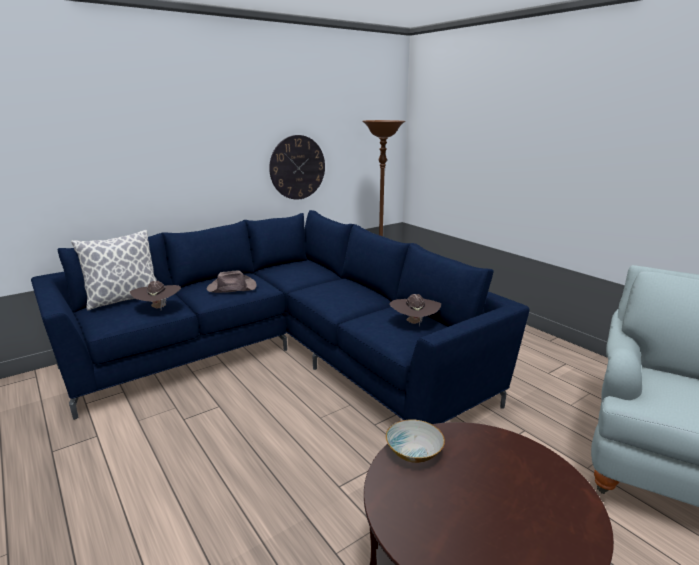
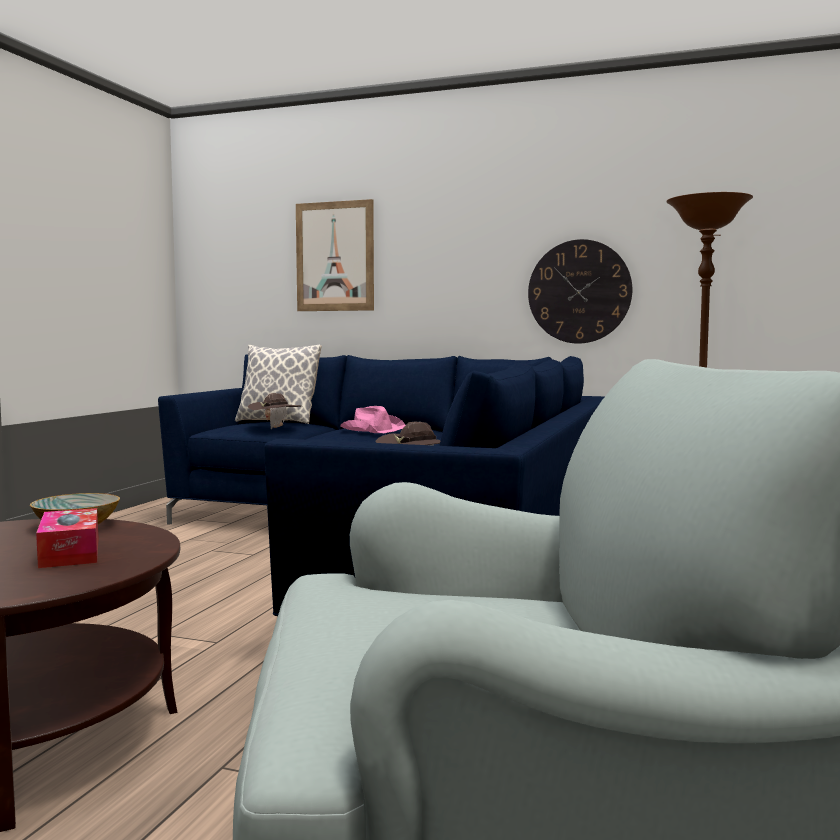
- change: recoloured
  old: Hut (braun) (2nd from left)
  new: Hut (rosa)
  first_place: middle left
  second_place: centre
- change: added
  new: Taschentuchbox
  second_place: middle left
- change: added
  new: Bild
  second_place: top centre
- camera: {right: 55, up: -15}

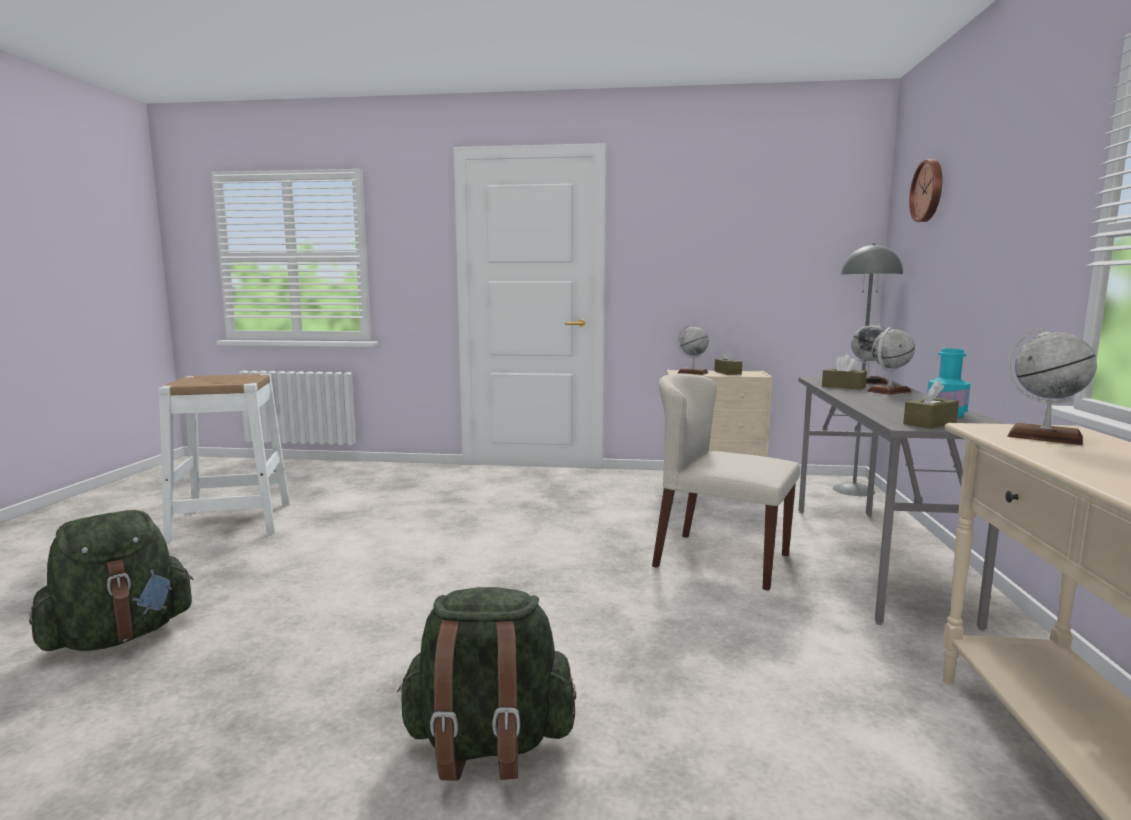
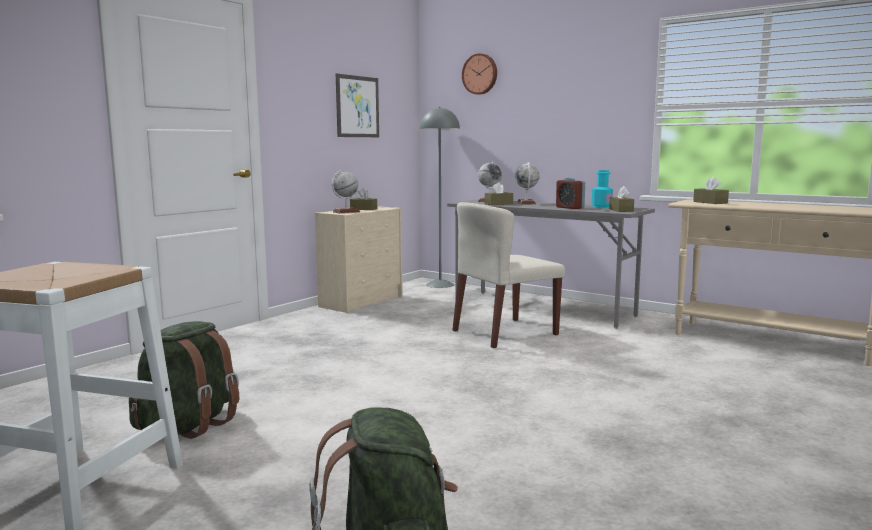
- change: moved
  old: Rucksack (grün) (2nd from left in the first image)
  new: Rucksack (grün) (1st from left)
  first_place: bottom centre
  second_place: bottom left
- change: replaced
  old: Globus (4th from left)
  new: Taschentuchbox (braun) (4th from left)
  first_place: middle right
  second_place: middle right
- change: added
  new: Bild
  second_place: top centre
- change: added
  new: Wecker
  second_place: centre
- camera: {right: -60, up: 0}

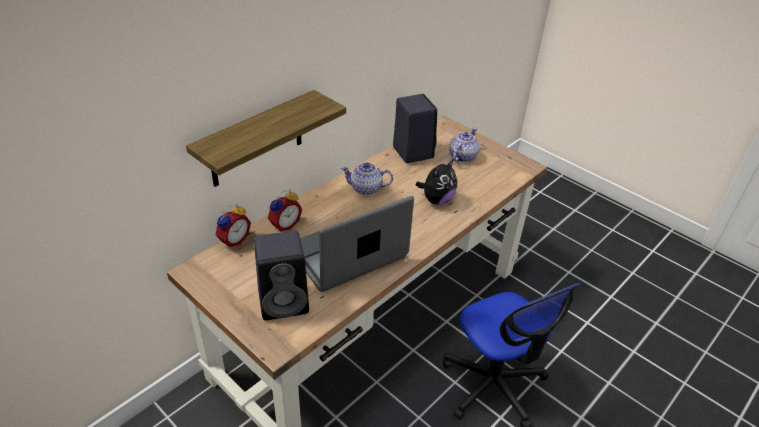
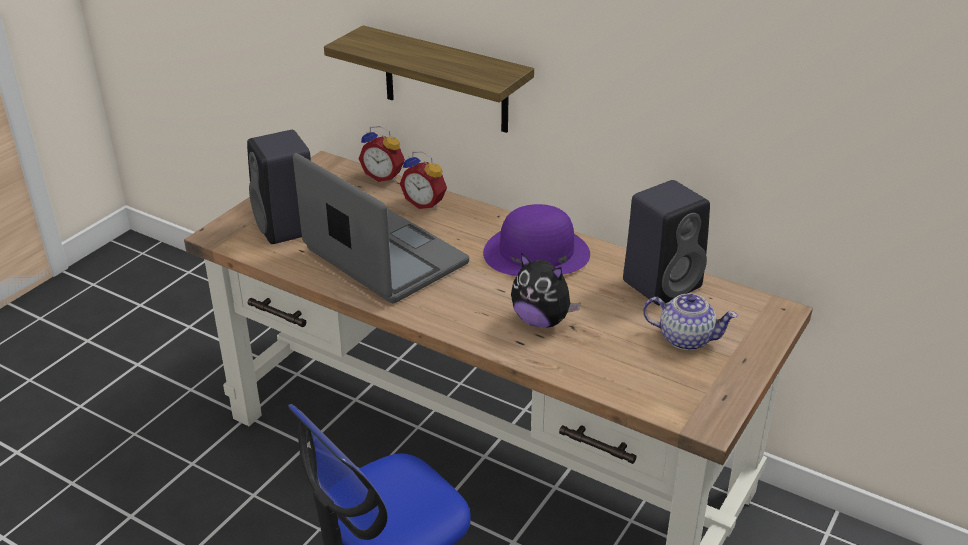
- change: replaced
  old: Teekanne (1st from left)
  new: Hut (lila)
  first_place: centre
  second_place: centre
- camera: {right: 80, up: -5}

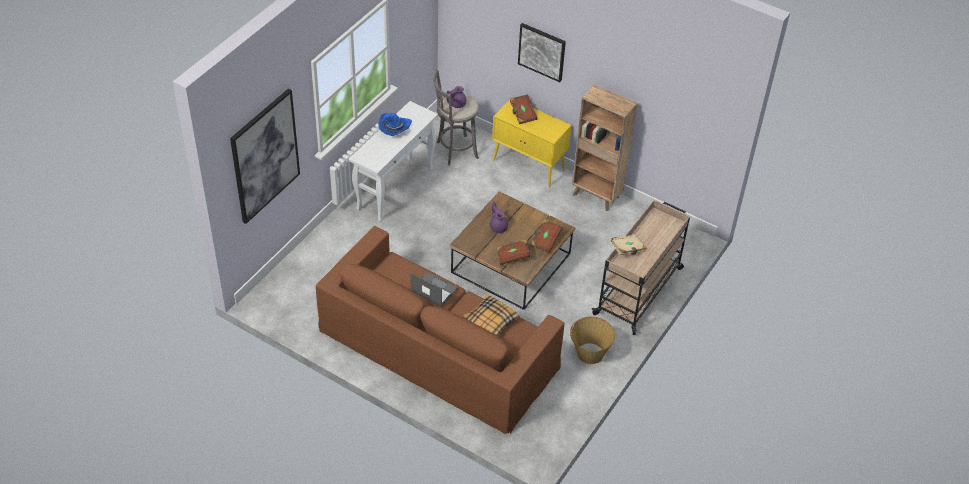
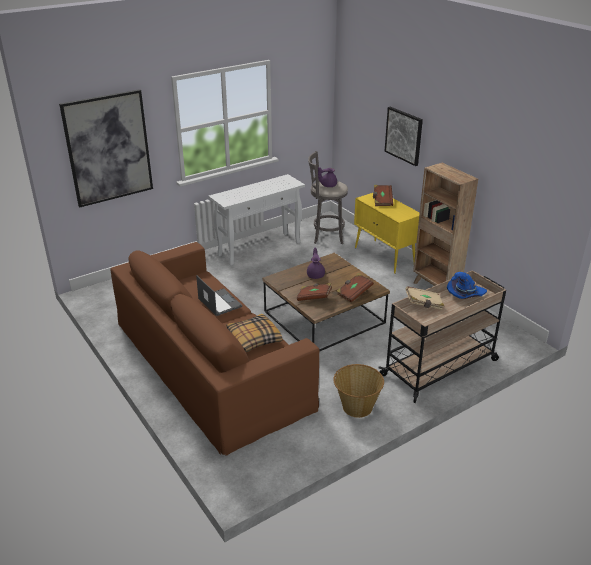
- change: moved
  old: Hut (blau)
  first_place: top centre
  second_place: middle right
- camera: {right: 25, up: -15}

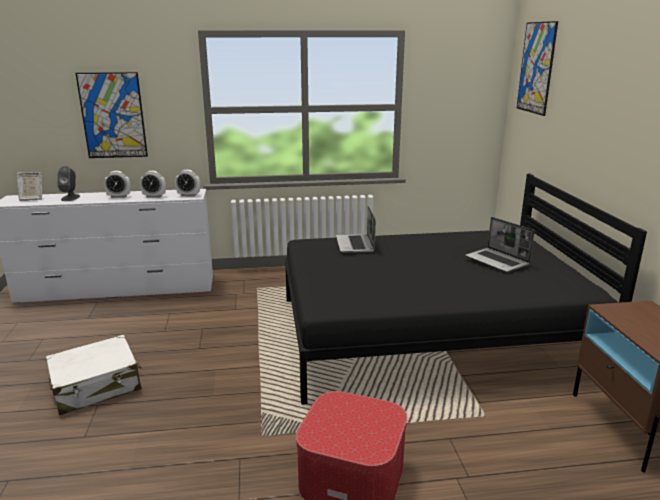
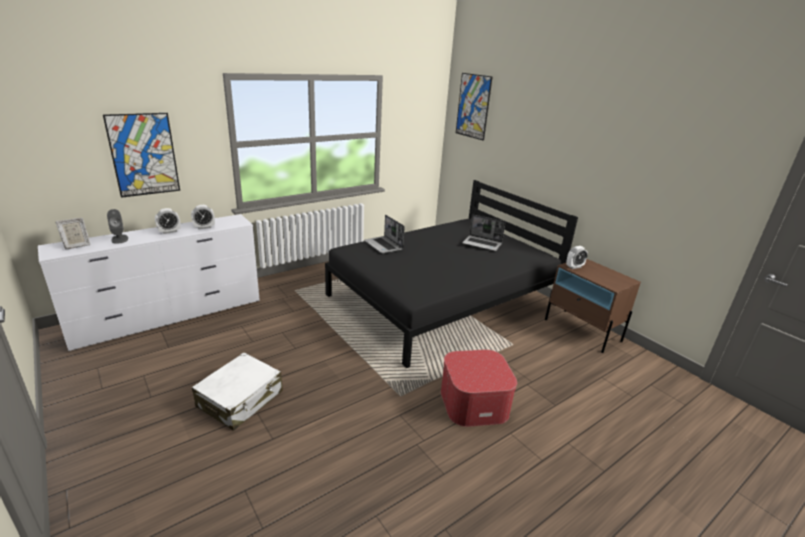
- change: moved
  old: Wecker (3rd from left)
  first_place: middle left
  second_place: middle right
- camera: {right: -30, up: 5}

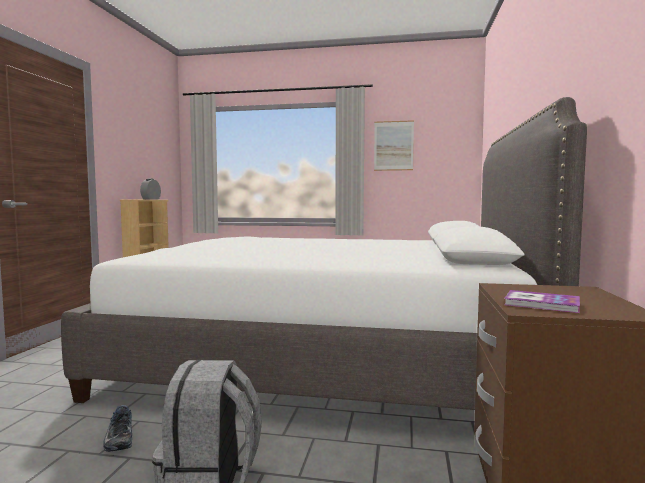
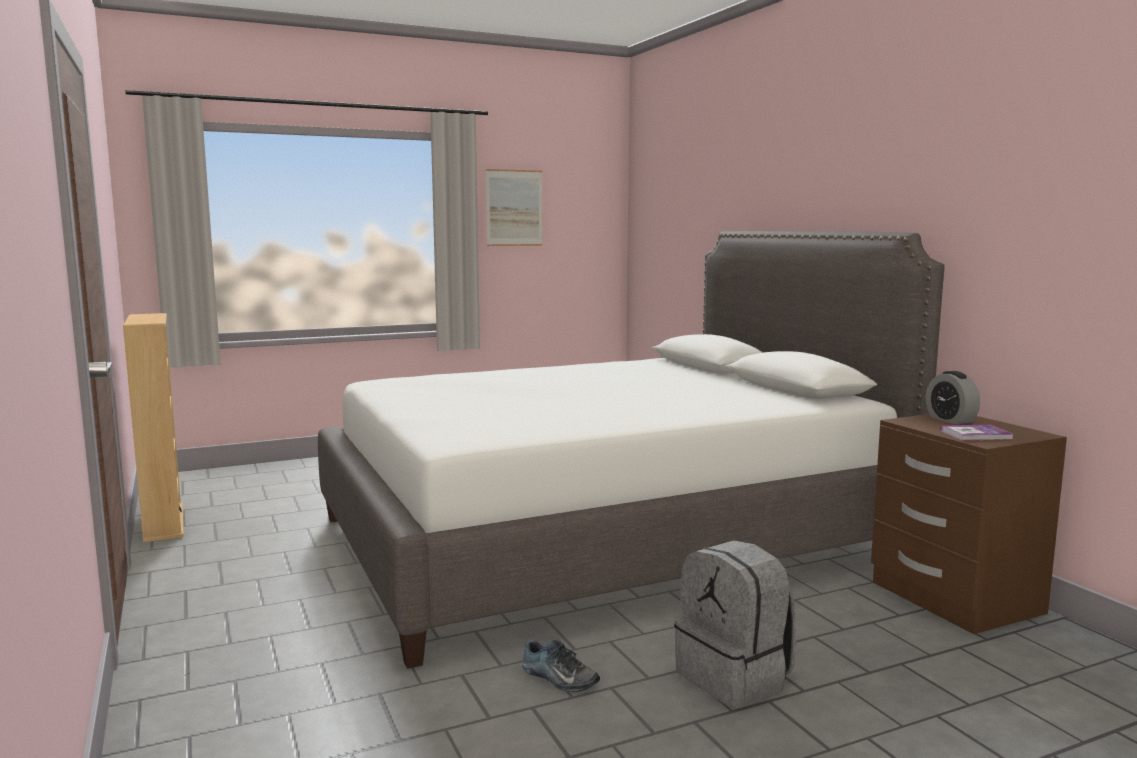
- change: moved
  old: Wecker
  first_place: middle left
  second_place: middle right
- camera: {right: -35, up: 5}

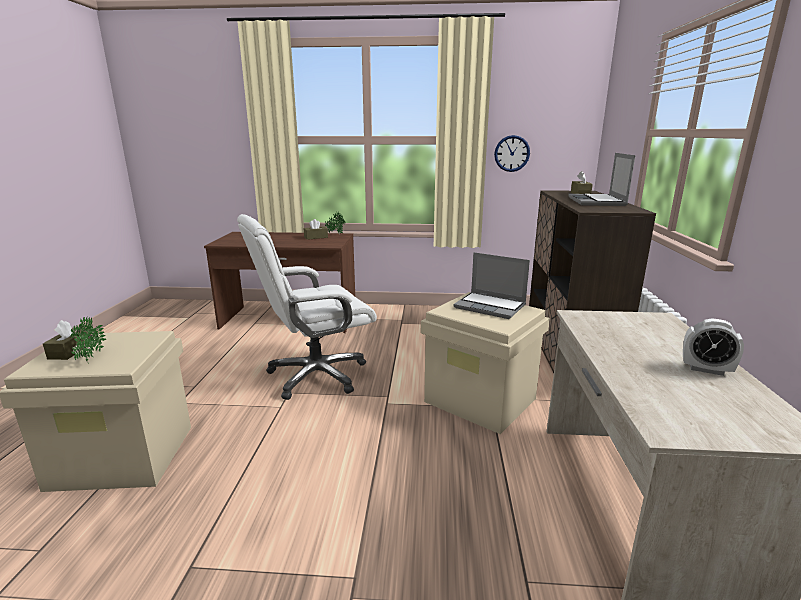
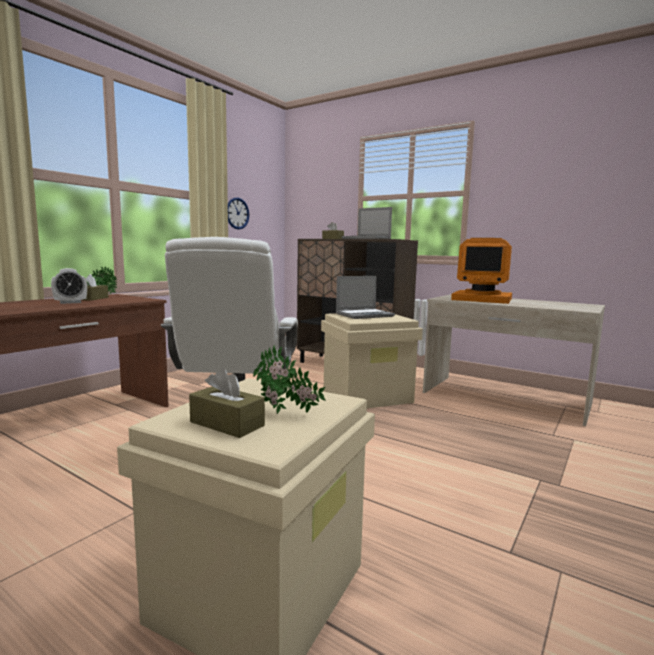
- change: moved
  old: Wecker
  first_place: middle right
  second_place: middle left
- change: added
  new: Monitor
  second_place: middle right
- camera: {right: -60, up: -10}

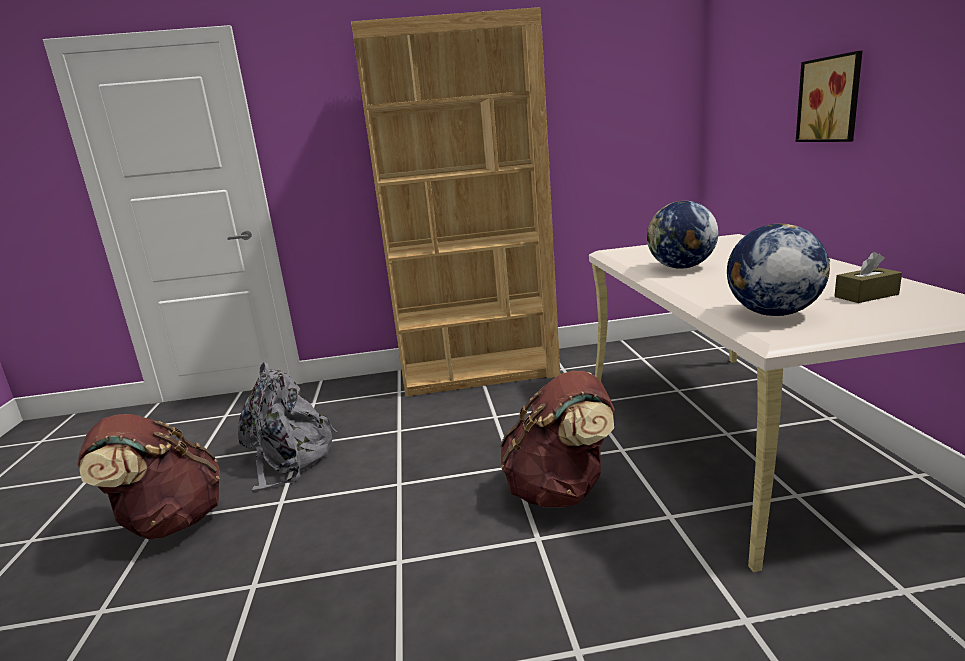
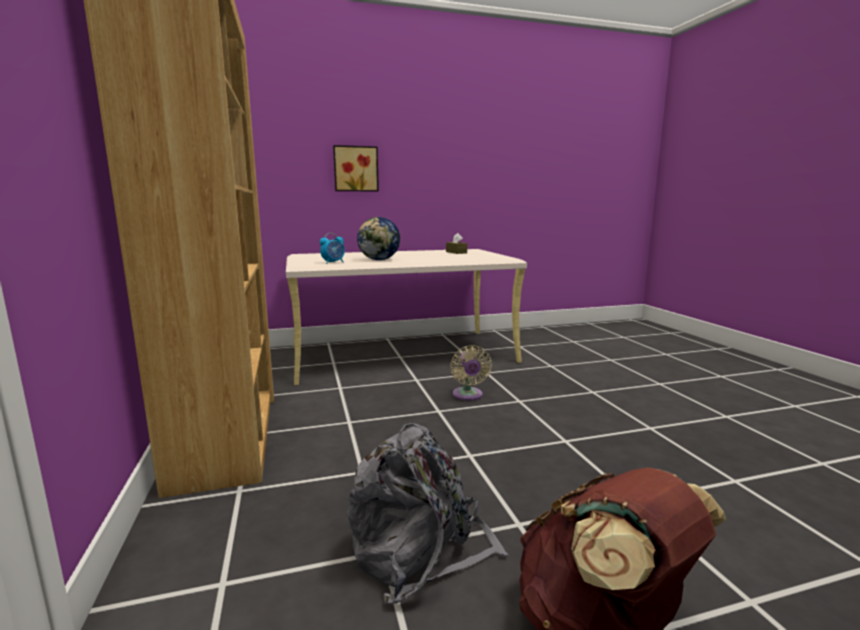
- change: replaced
  old: Rucksack (braun) (2nd from left)
  new: Ventilator (beige)
  first_place: centre
  second_place: centre
- change: removed
  old: Globus (2nd from left)
  first_place: middle right
- change: added
  new: Wecker
  second_place: centre
- camera: {right: -100, up: -5}

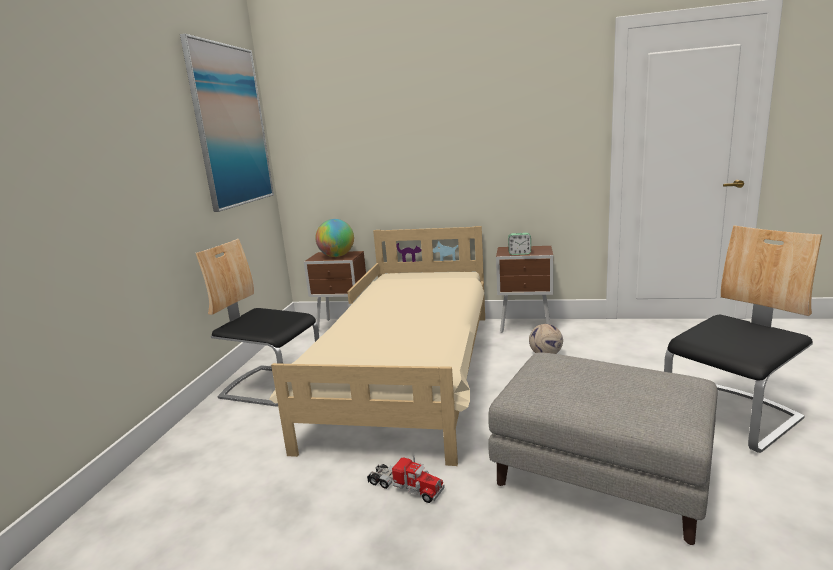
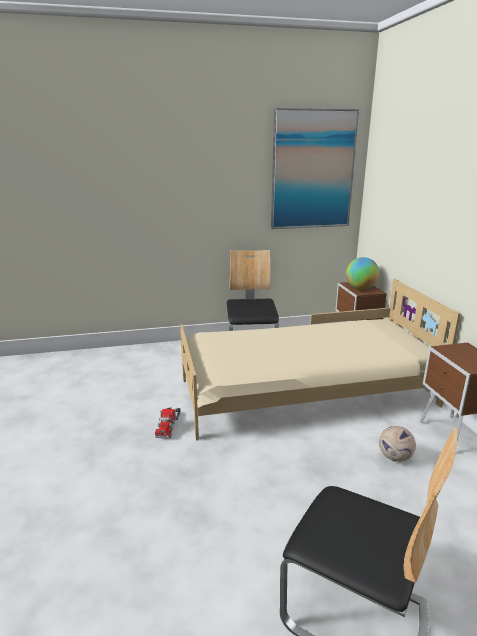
- change: removed
  old: Polsterhocker (grau)
  first_place: bottom right
- change: removed
  old: Wecker
  first_place: centre
- camera: {right: 65, up: 5}

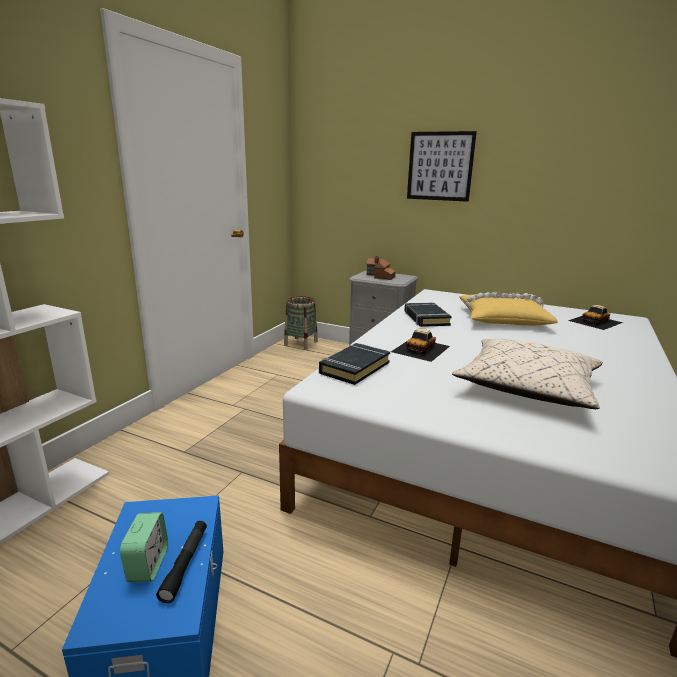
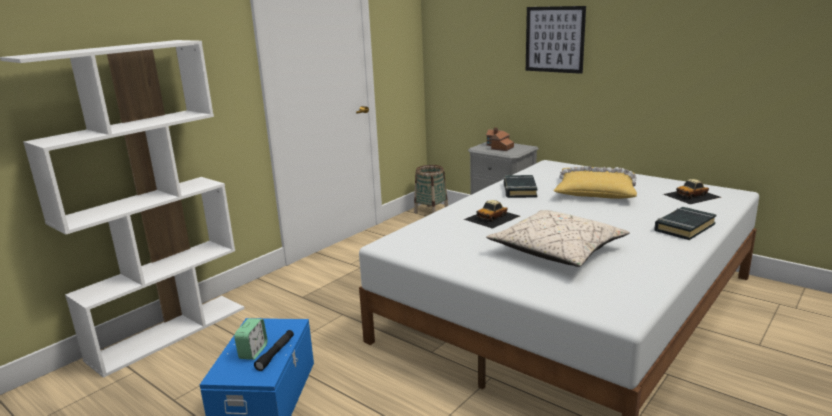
- change: moved
  old: Buch (schwarz) (1st from left in the first image)
  new: Buch (schwarz) (2nd from left)
  first_place: centre
  second_place: middle right
- camera: {right: 15, up: 0}

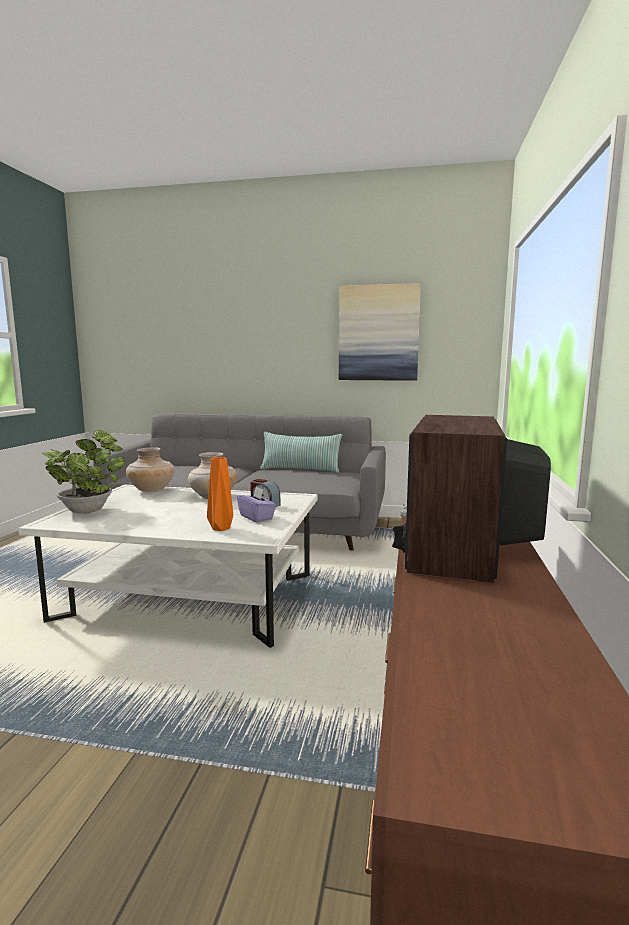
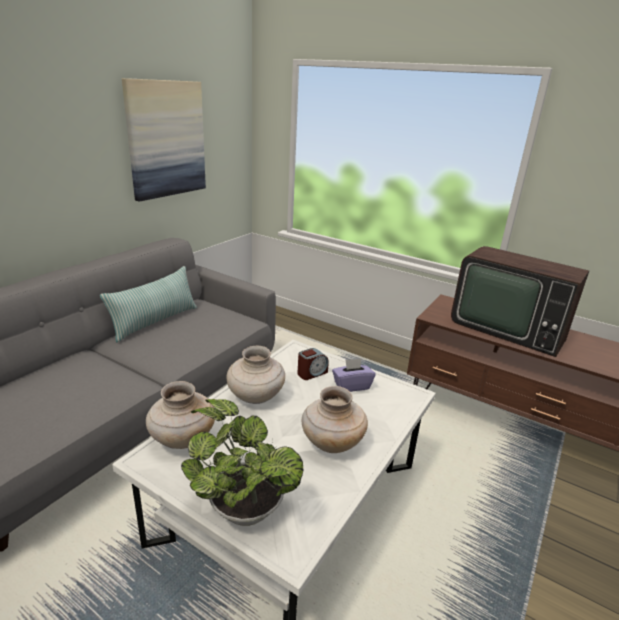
- change: removed
  old: Vase (orange)
  first_place: centre
- change: added
  new: Vase (beige) (3rd from left)
  second_place: bottom centre
- camera: {right: -70, up: 15}

